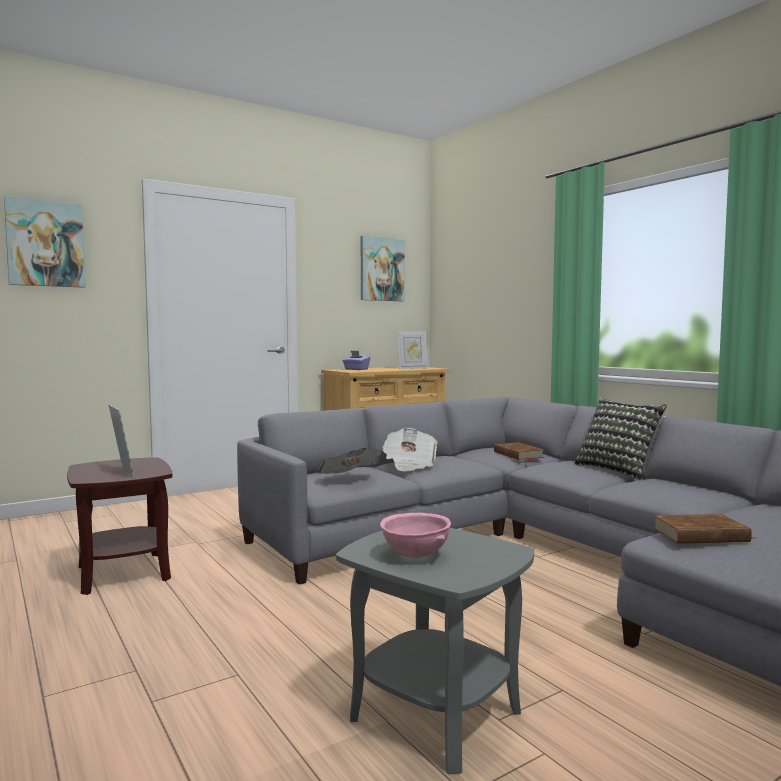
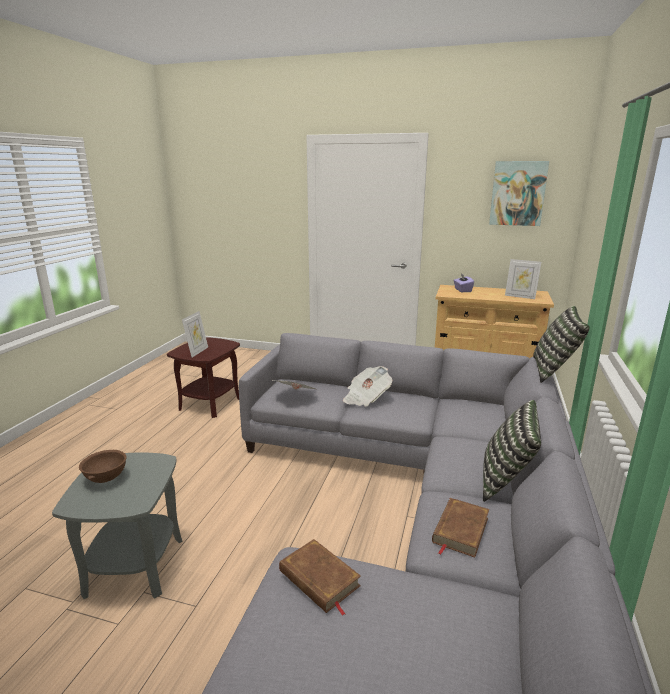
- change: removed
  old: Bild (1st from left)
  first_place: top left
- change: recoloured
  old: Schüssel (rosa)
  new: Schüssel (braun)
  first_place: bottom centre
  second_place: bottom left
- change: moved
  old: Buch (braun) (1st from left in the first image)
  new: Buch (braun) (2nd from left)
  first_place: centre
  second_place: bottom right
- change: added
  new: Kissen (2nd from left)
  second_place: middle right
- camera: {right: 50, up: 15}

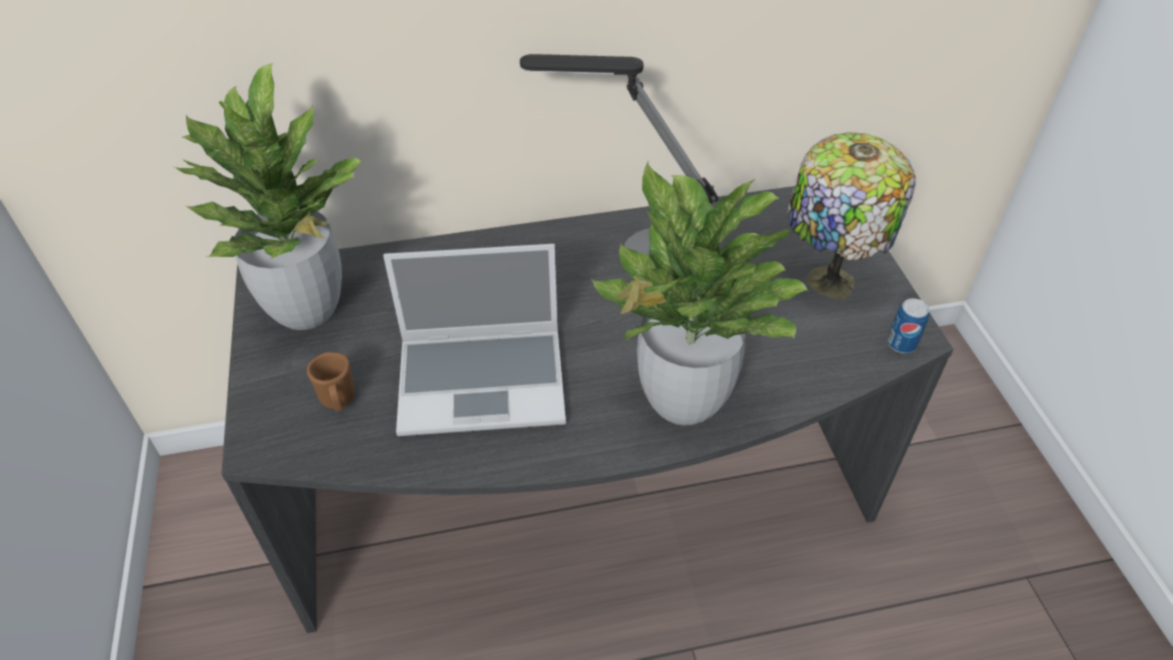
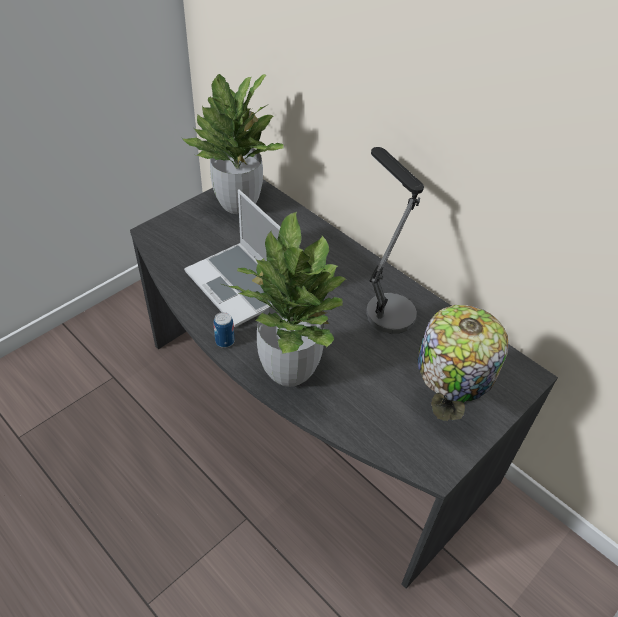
- change: removed
  old: Henkelbecher (braun)
  first_place: middle left
- change: moved
  old: Dose
  first_place: middle right
  second_place: centre
- camera: {right: 55, up: 0}

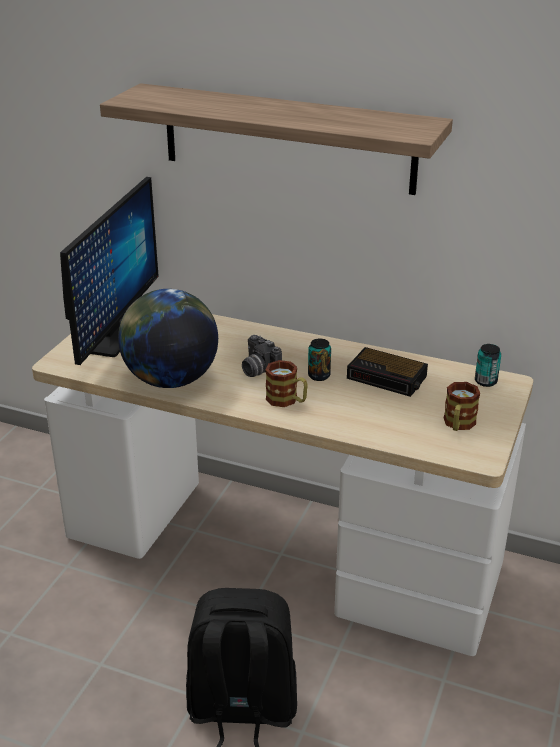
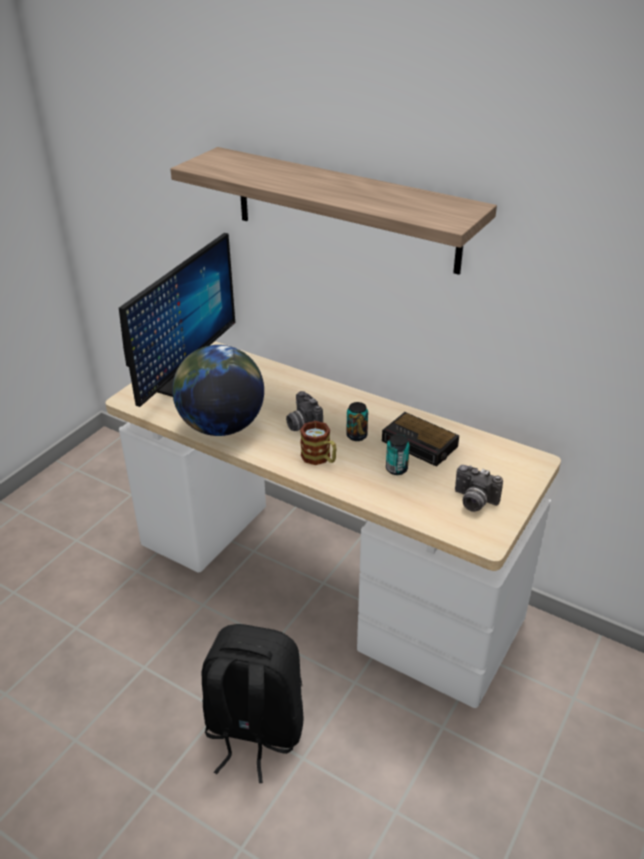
- change: replaced
  old: Henkelbecher (2nd from left)
  new: Kamera (2nd from left)
  first_place: middle right
  second_place: middle right
- change: moved
  old: Dose (2nd from left)
  first_place: middle right
  second_place: centre
- camera: {right: 10, up: 5}

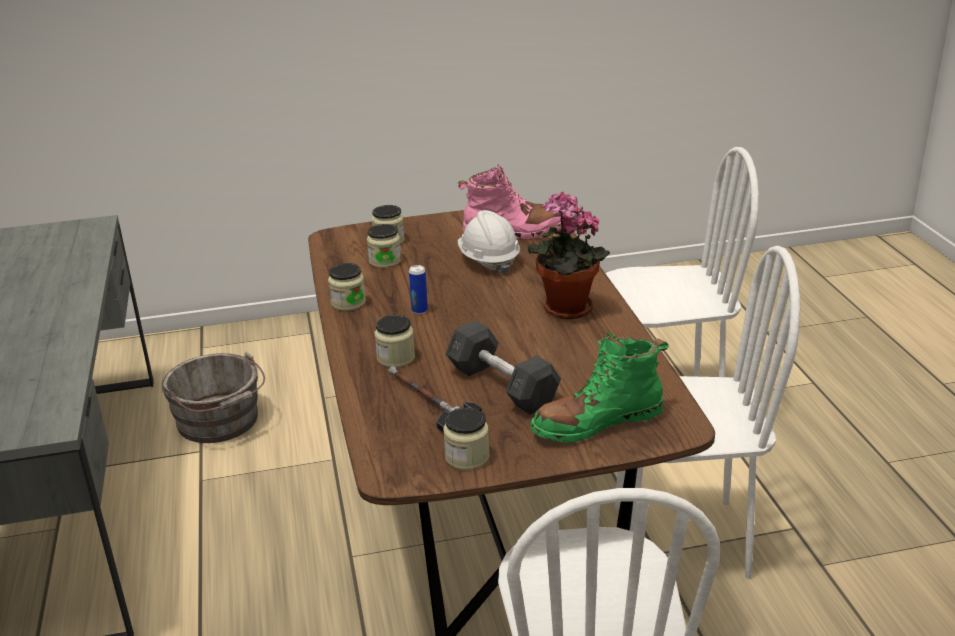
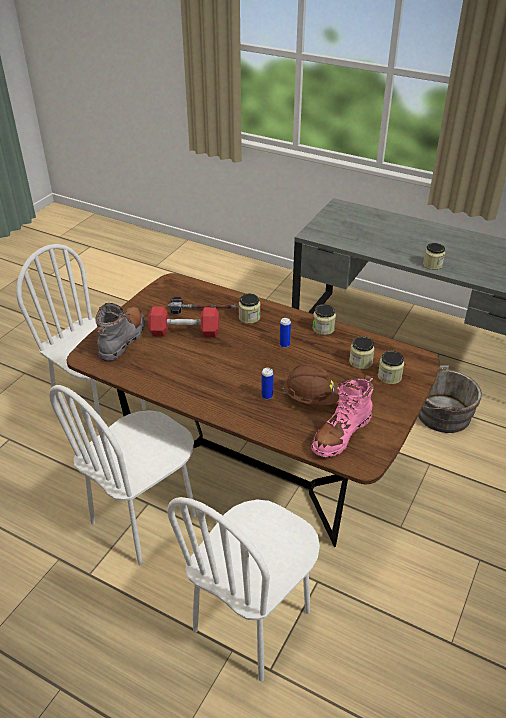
- change: moved
  old: Vorratsglas (5th from left)
  first_place: bottom centre
  second_place: middle right
- change: recoloured
  old: Hantel (grau)
  new: Hantel (rot)
  first_place: centre
  second_place: centre
- change: recoloured
  old: Schutzhelm (weiß)
  new: Schutzhelm (braun)
  first_place: centre
  second_place: centre
- change: removed
  old: Topfpflanze
  first_place: centre
- change: recoloured
  old: Stiefel (grün)
  new: Stiefel (grau)
  first_place: centre
  second_place: middle left
- change: added
  new: Dose (1st from left)
  second_place: centre
- camera: {right: 130, up: 10}

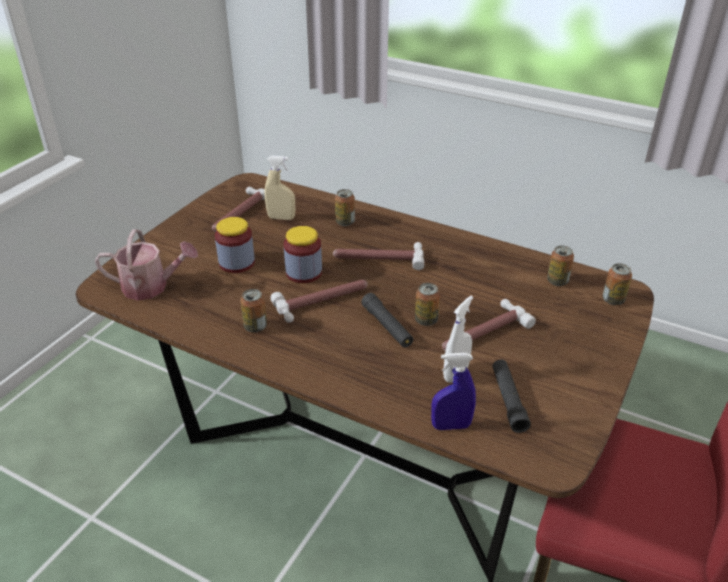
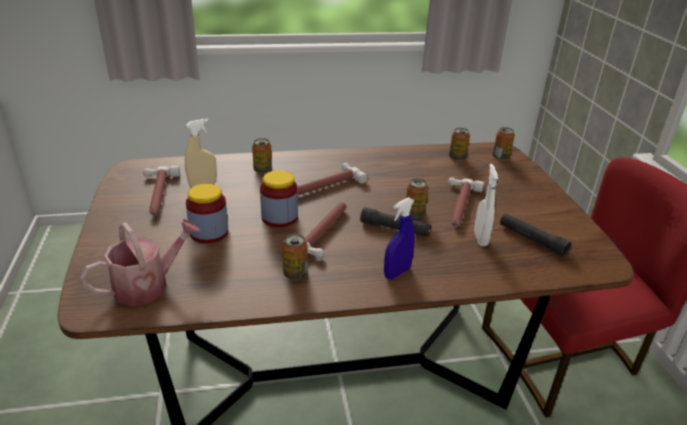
- change: moved
  old: Sprühflasche (blau)
  first_place: bottom centre
  second_place: centre
- camera: {right: -40, up: -5}

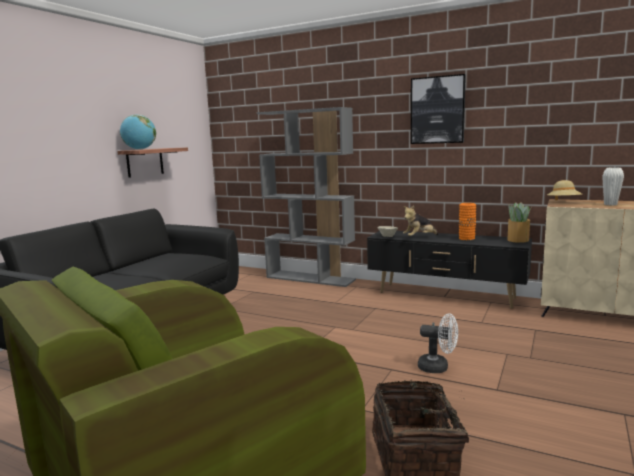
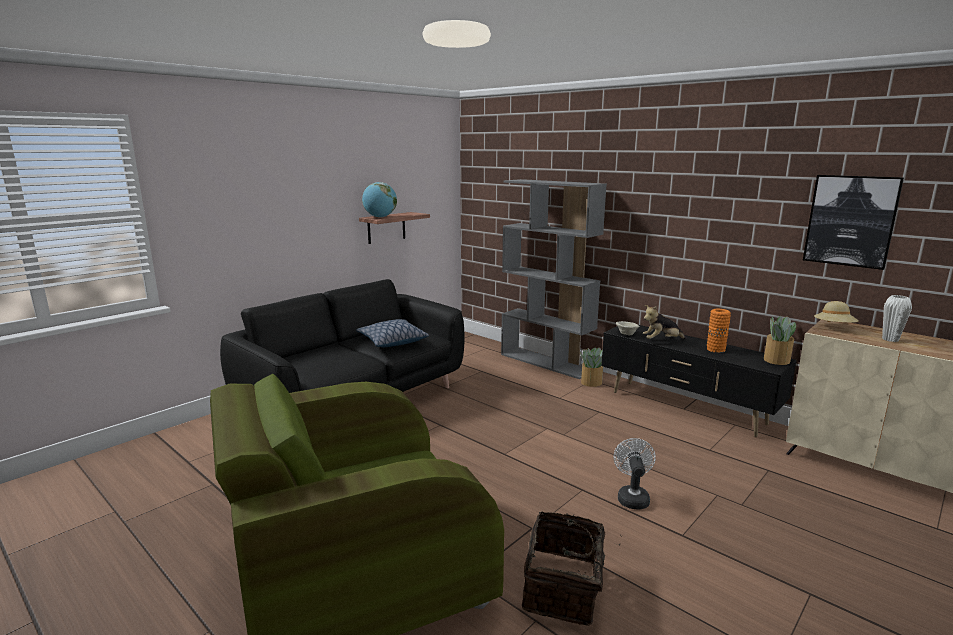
- change: moved
  old: Bild
  first_place: top right
  second_place: middle right
- change: turned
  old: Ventilator (weiß)
  first_place: bottom right
  second_place: bottom centre
  degrees: -120
- change: added
  new: Kissen
  second_place: centre
- change: added
  new: Topfpflanze (1st from left)
  second_place: centre
- camera: {right: 15, up: 5}

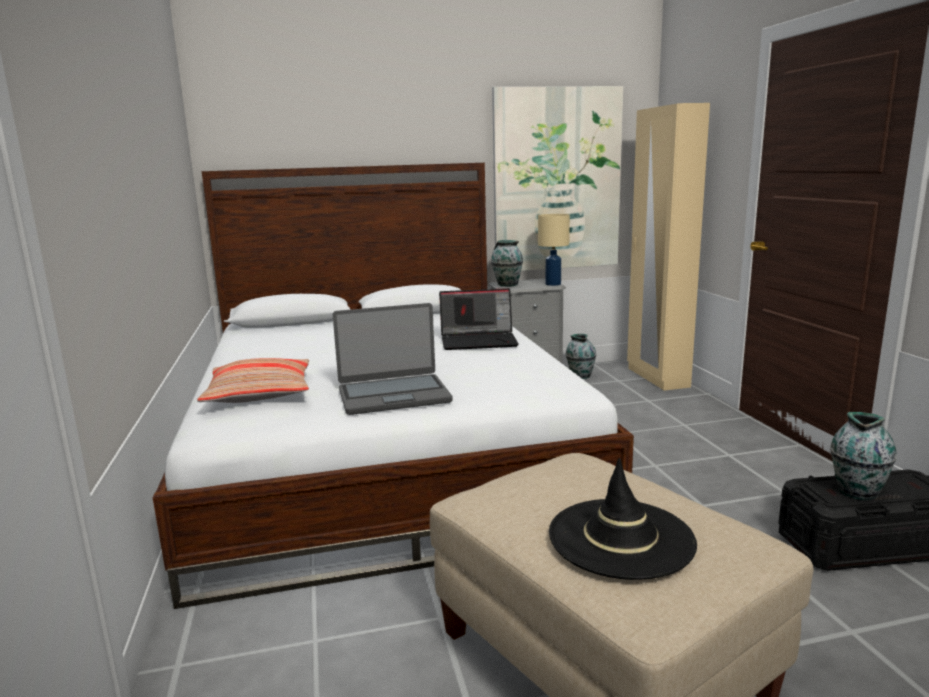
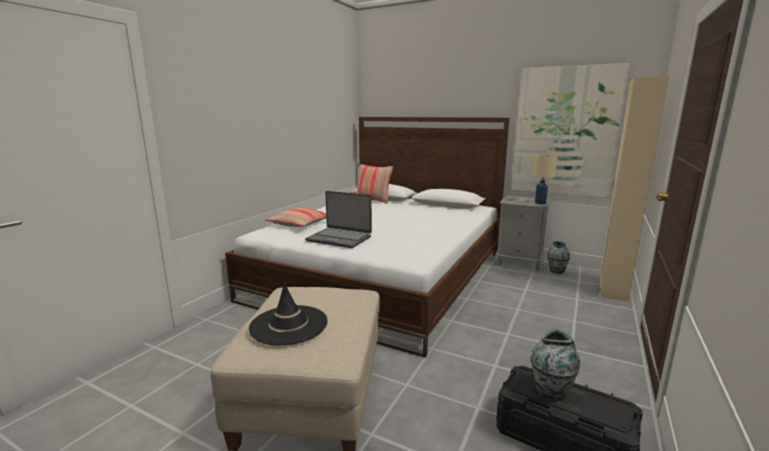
- change: removed
  old: Laptop (2nd from left)
  first_place: centre
- change: removed
  old: Vase (1st from left)
  first_place: centre
- change: added
  new: Kissen (2nd from left)
  second_place: centre
- camera: {right: 40, up: 0}

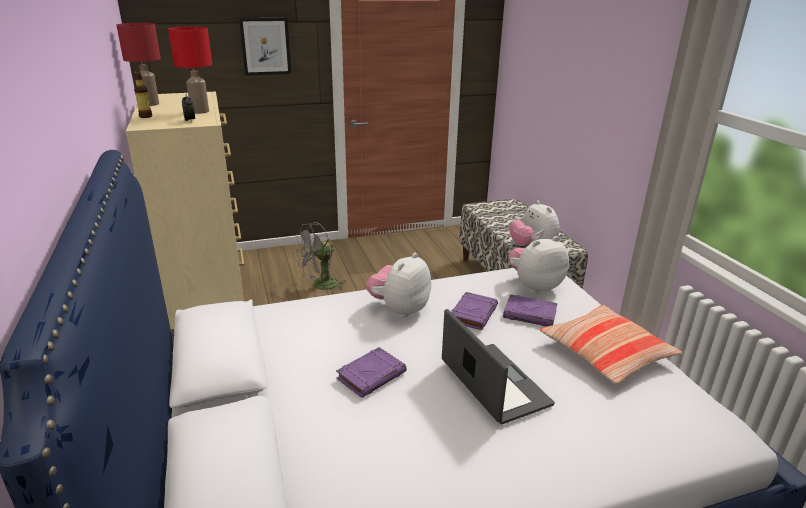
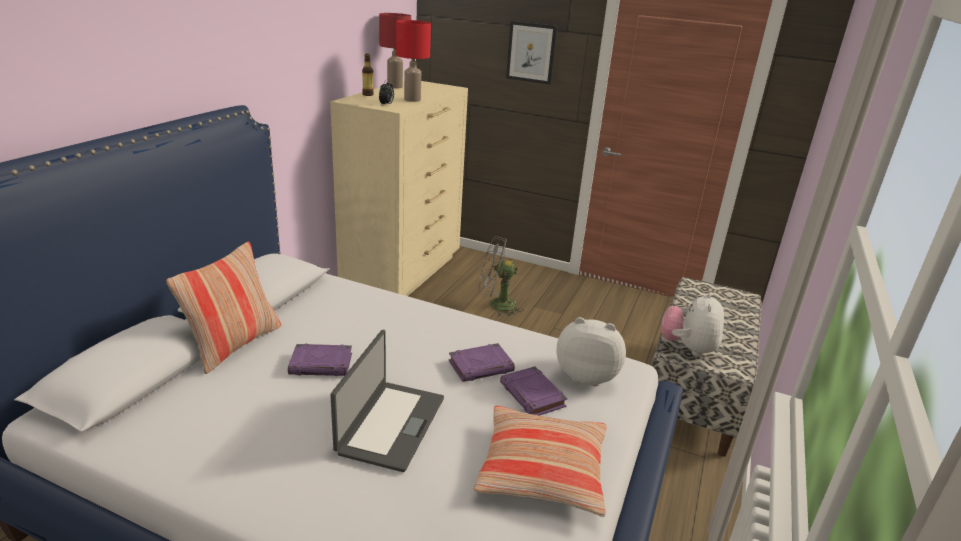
- change: removed
  old: Plüschtier (1st from left)
  first_place: centre
- change: added
  new: Kissen (1st from left)
  second_place: middle left
- camera: {right: 40, up: 0}

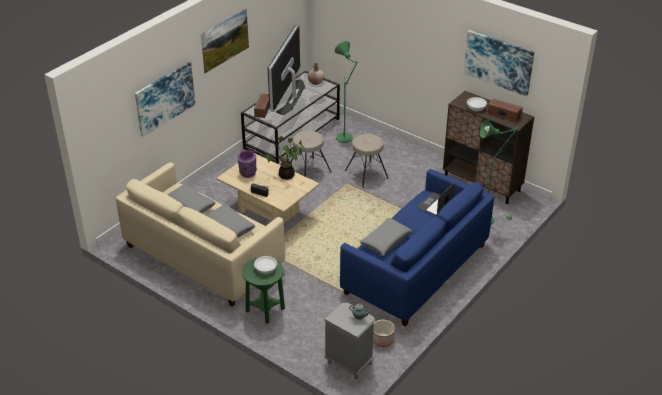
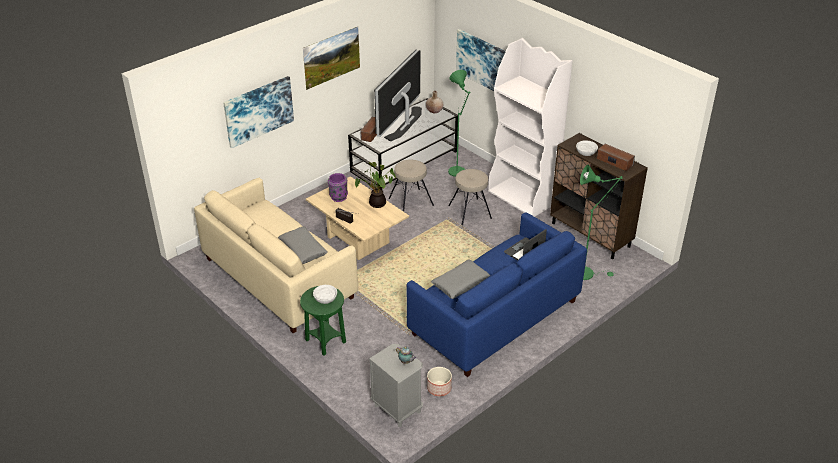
- change: removed
  old: Kissen (grau) (1st from left)
  first_place: middle left
- change: moved
  old: Bild (3rd from left)
  first_place: top right
  second_place: top centre
- change: added
  new: Bücherregal (weiß)
  second_place: top centre
- camera: {right: 10, up: 0}

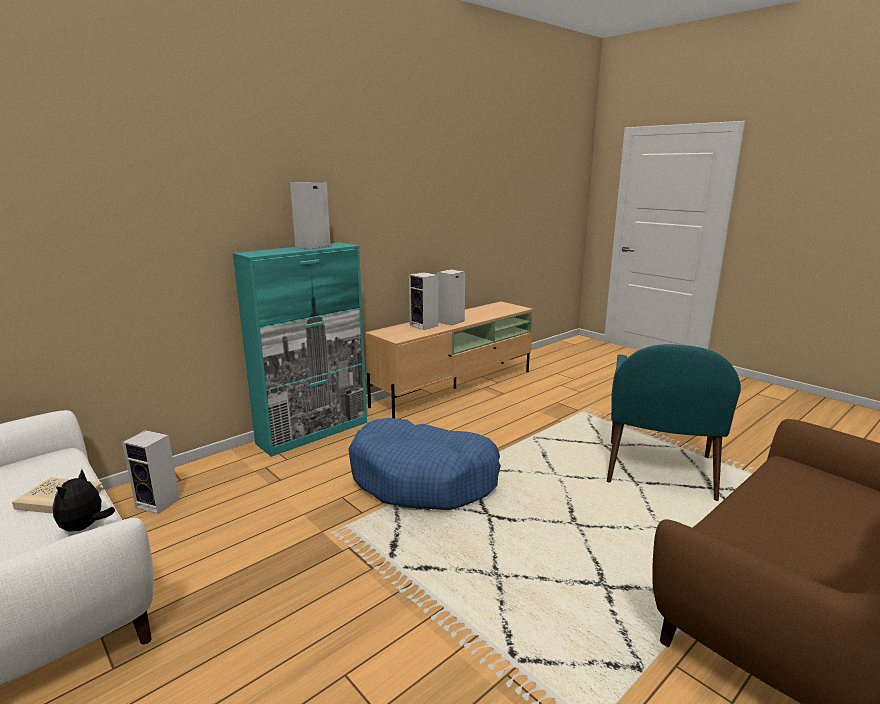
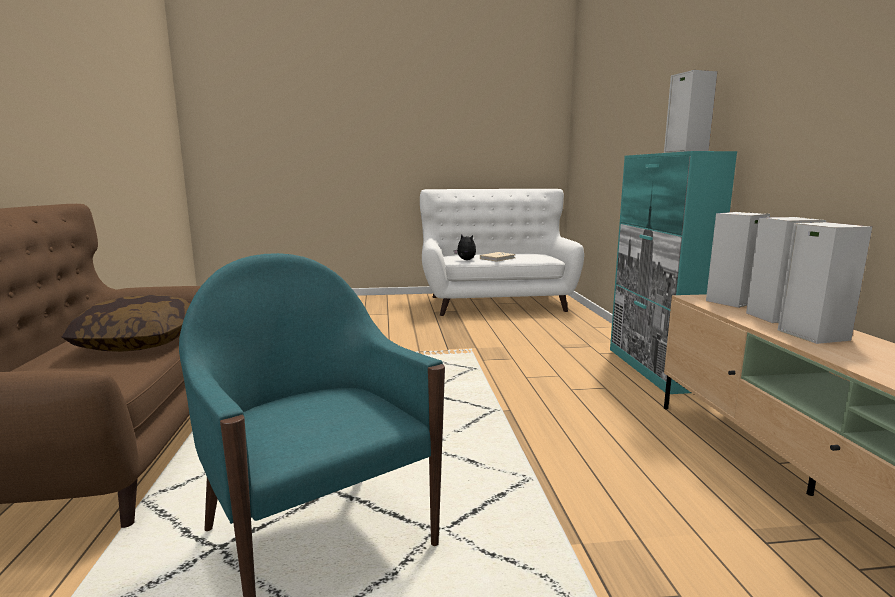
- change: moved
  old: Lautsprecher (1st from left in the first image)
  new: Lautsprecher (2nd from left)
  first_place: bottom left
  second_place: middle right
- change: removed
  old: Hundebett (blau)
  first_place: centre
- change: added
  new: Kissen
  second_place: middle left
- camera: {right: 125, up: -5}

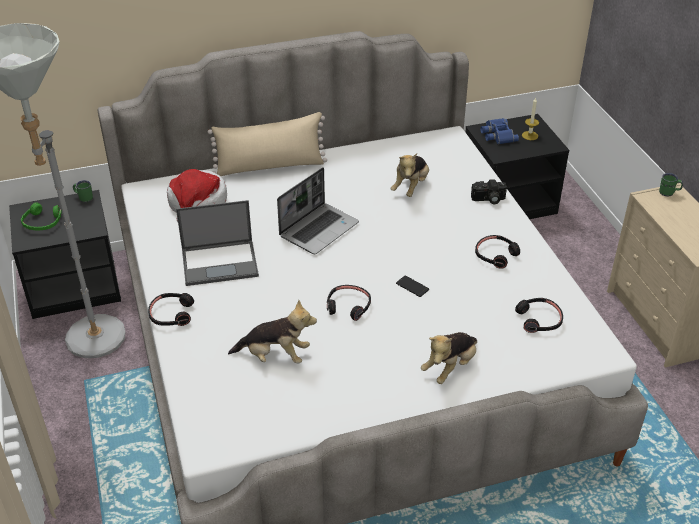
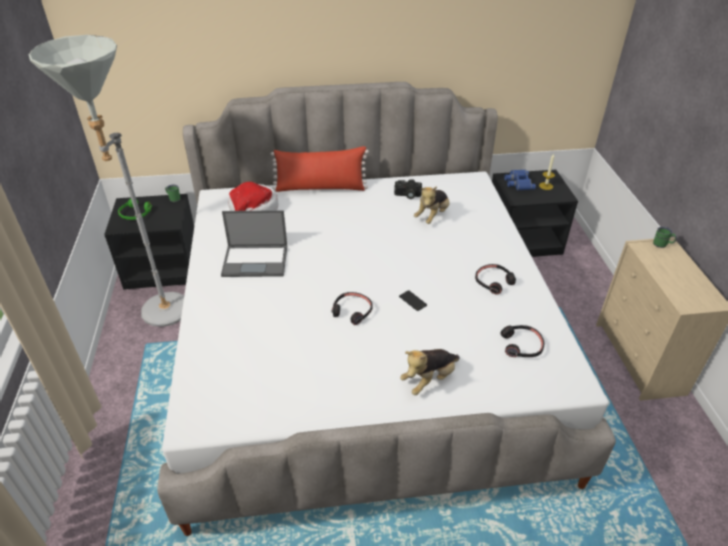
- change: removed
  old: Kopfhörer (schwarz) (1st from left)
  first_place: middle left
- change: recoloured
  old: Kissen (beige)
  new: Kissen (rot)
  first_place: top centre
  second_place: top centre
- change: removed
  old: Plüschtier (1st from left)
  first_place: centre
- change: removed
  old: Laptop (2nd from left)
  first_place: centre
- change: moved
  old: Kamera
  first_place: middle right
  second_place: centre
- camera: {right: 10, up: 0}

